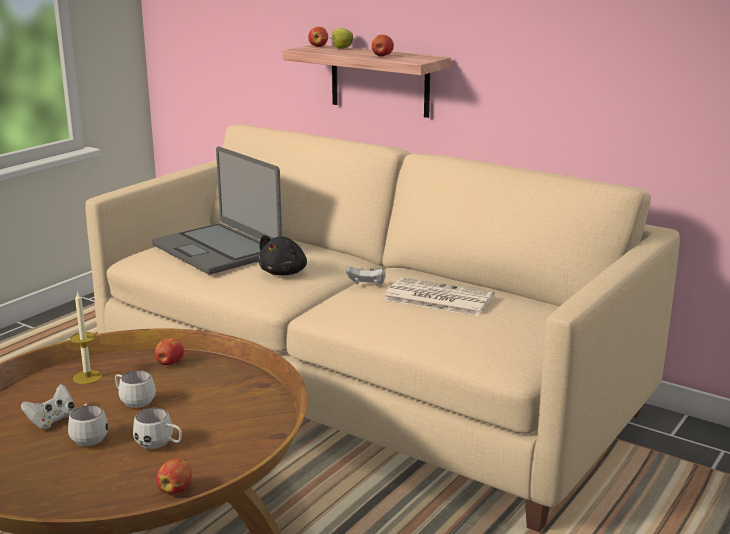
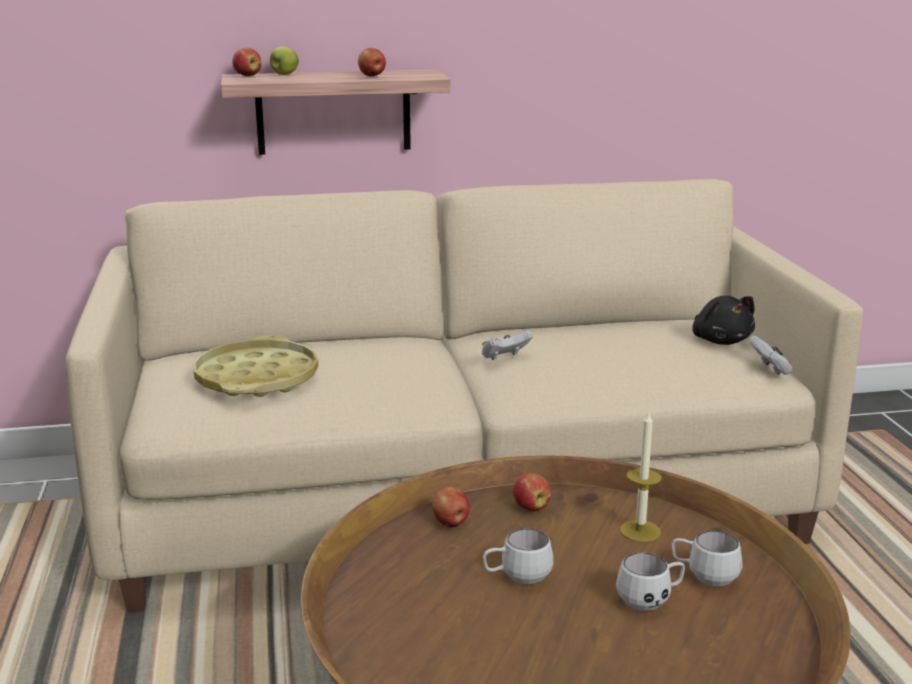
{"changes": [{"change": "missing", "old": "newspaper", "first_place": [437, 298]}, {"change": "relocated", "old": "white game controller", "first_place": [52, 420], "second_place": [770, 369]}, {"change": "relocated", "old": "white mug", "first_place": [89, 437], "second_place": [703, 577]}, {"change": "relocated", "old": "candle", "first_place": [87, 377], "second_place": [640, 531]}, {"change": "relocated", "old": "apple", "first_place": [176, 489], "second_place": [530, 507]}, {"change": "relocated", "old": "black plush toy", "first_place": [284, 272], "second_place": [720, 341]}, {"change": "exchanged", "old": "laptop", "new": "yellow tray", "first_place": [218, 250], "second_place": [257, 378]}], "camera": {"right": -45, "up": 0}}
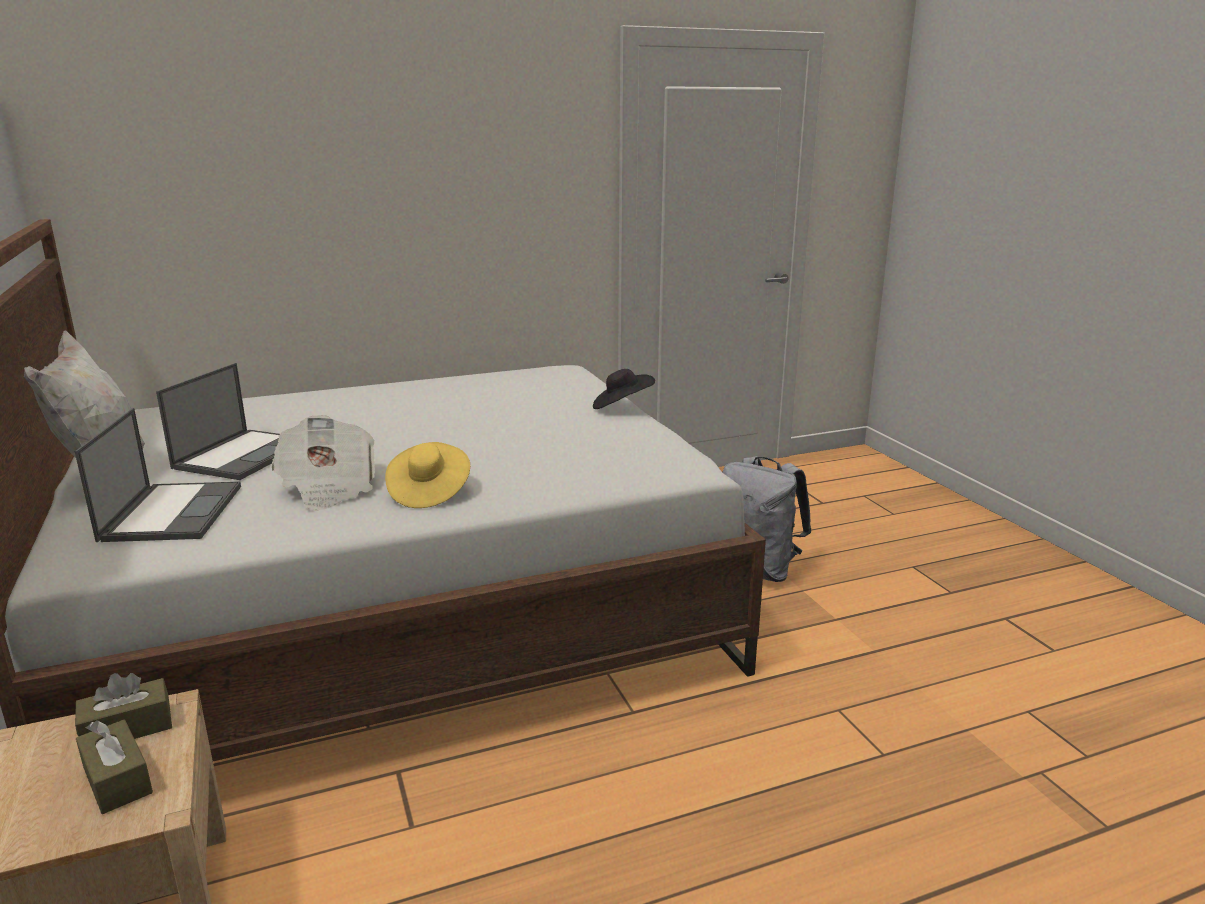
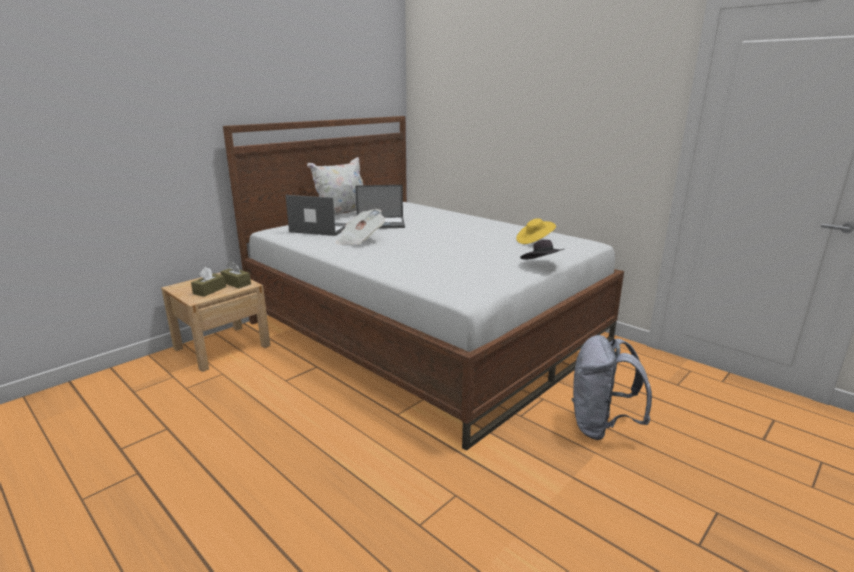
{"changes": [{"change": "relocated", "old": "yellow hat", "first_place": [428, 492], "second_place": [534, 241]}, {"change": "spun", "old": "laptop", "first_place": [172, 512], "second_place": [319, 229], "degrees": -135}], "camera": {"right": 65, "up": 0}}
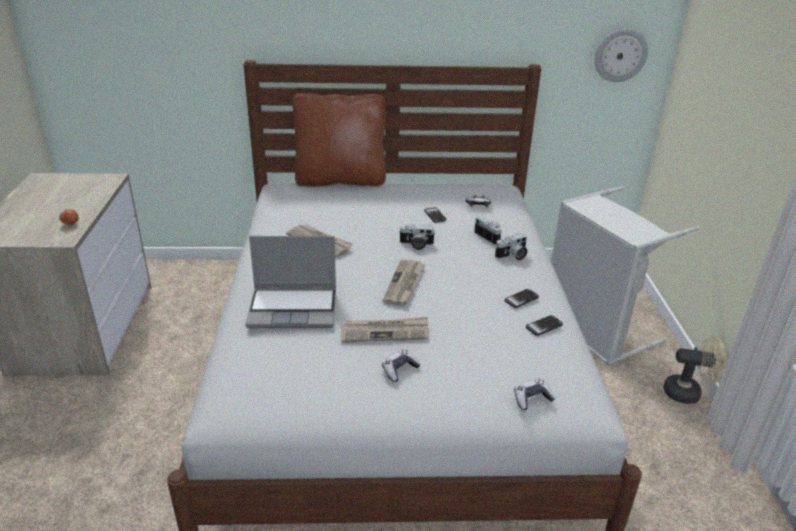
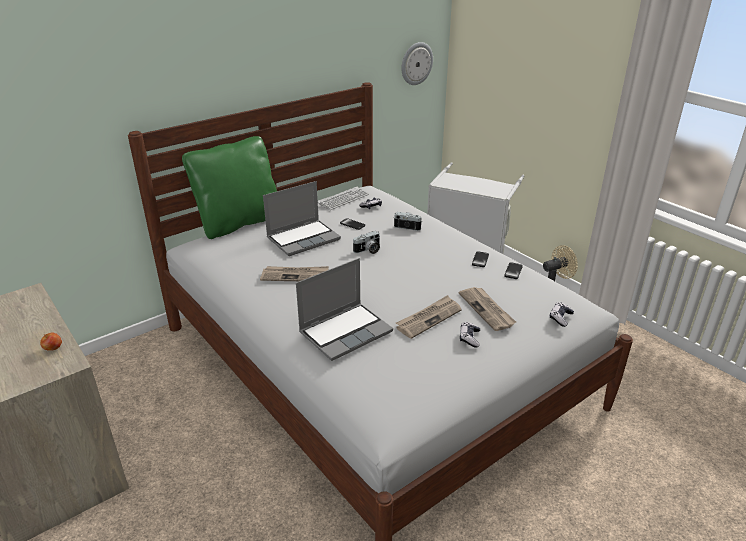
{"changes": [{"change": "missing", "old": "photo camera", "first_place": [512, 256]}, {"change": "appeared", "new": "laptop", "second_place": [303, 238]}, {"change": "appeared", "new": "keyboard", "second_place": [343, 199]}, {"change": "relocated", "old": "newspaper", "first_place": [405, 284], "second_place": [487, 310]}, {"change": "colour", "old": "brown pillow", "new": "green pillow", "first_place": [340, 180], "second_place": [239, 223]}], "camera": {"right": -35, "up": 0}}
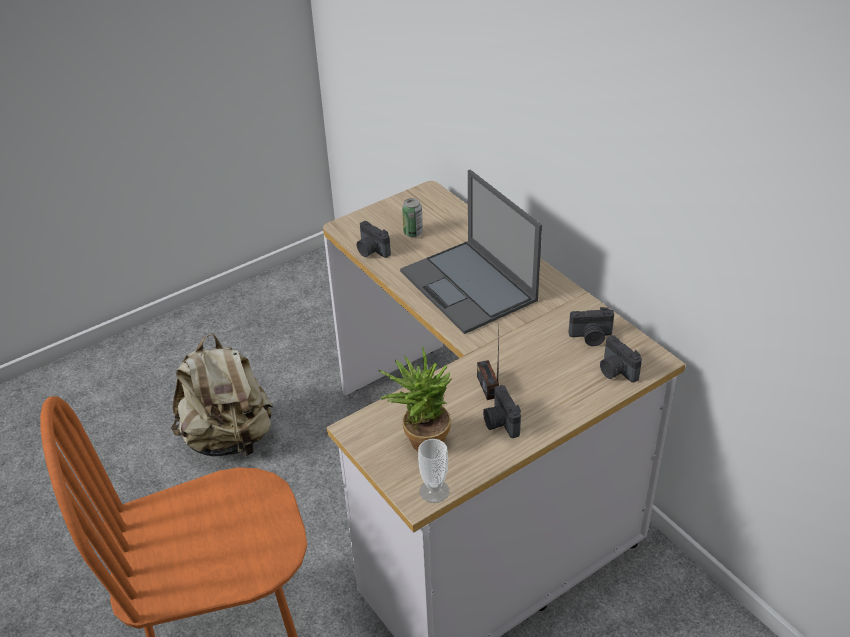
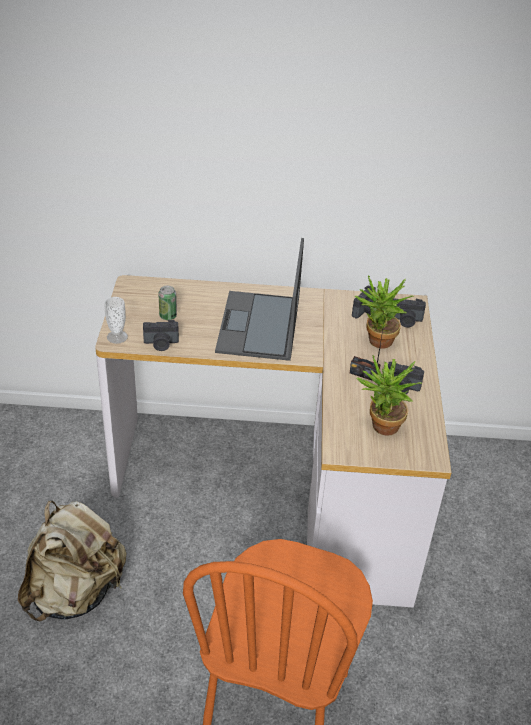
{"changes": [{"change": "appeared", "new": "potted plant", "second_place": [376, 342]}, {"change": "relocated", "old": "cup", "first_place": [434, 491], "second_place": [117, 337]}, {"change": "spun", "old": "laptop", "first_place": [469, 286], "second_place": [259, 326], "degrees": 90}], "camera": {"right": -55, "up": 0}}
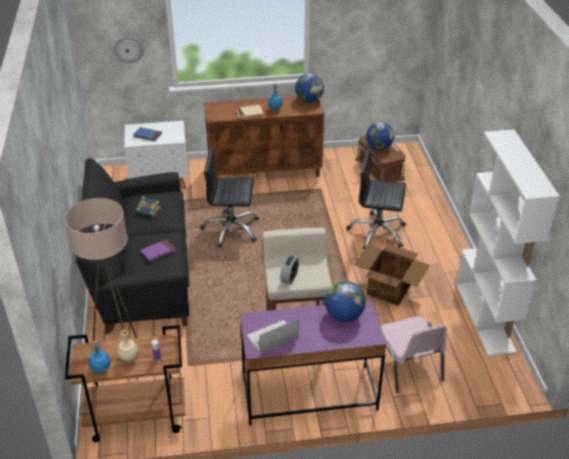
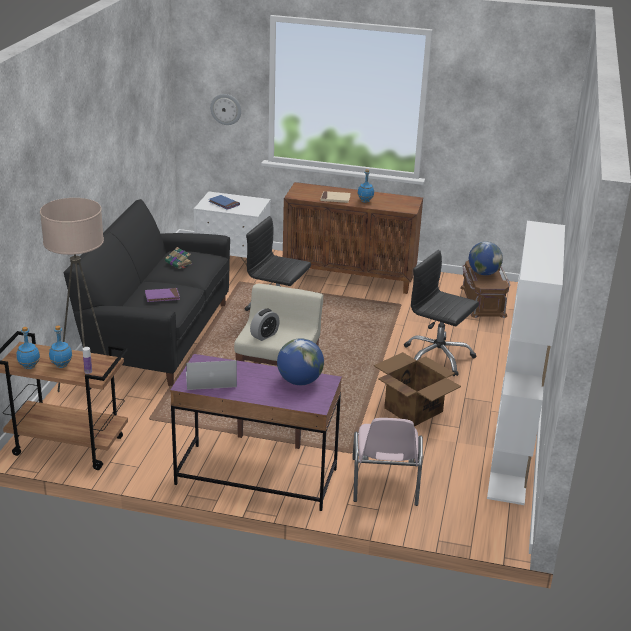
{"changes": [{"change": "missing", "old": "globe", "first_place": [309, 100]}, {"change": "colour", "old": "beige bottle", "new": "blue bottle", "first_place": [129, 359], "second_place": [62, 365]}], "camera": {"right": 20, "up": -10}}
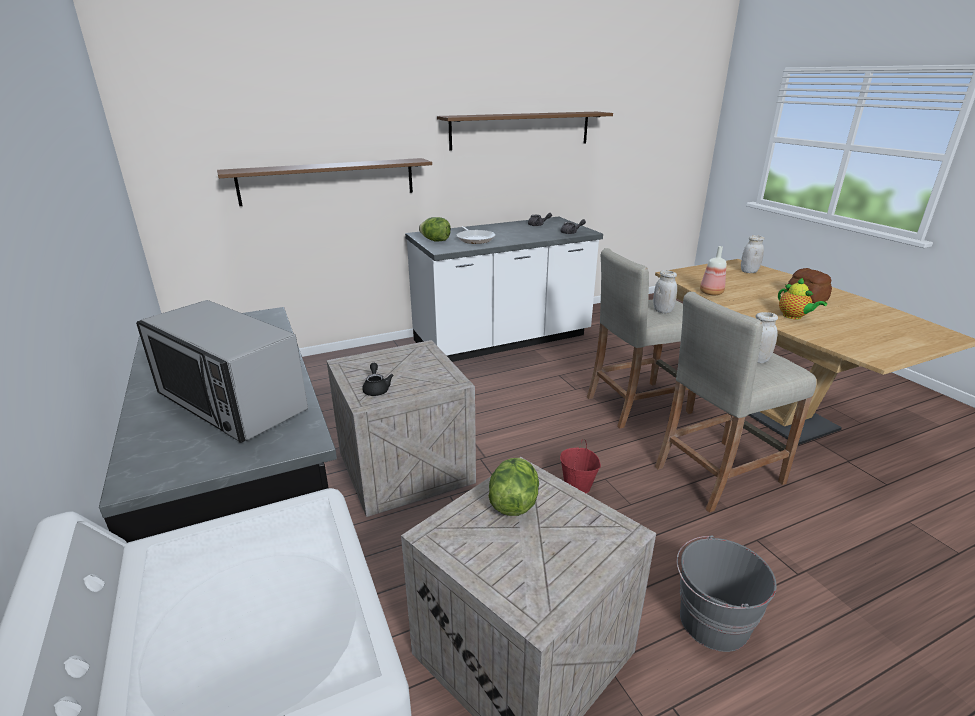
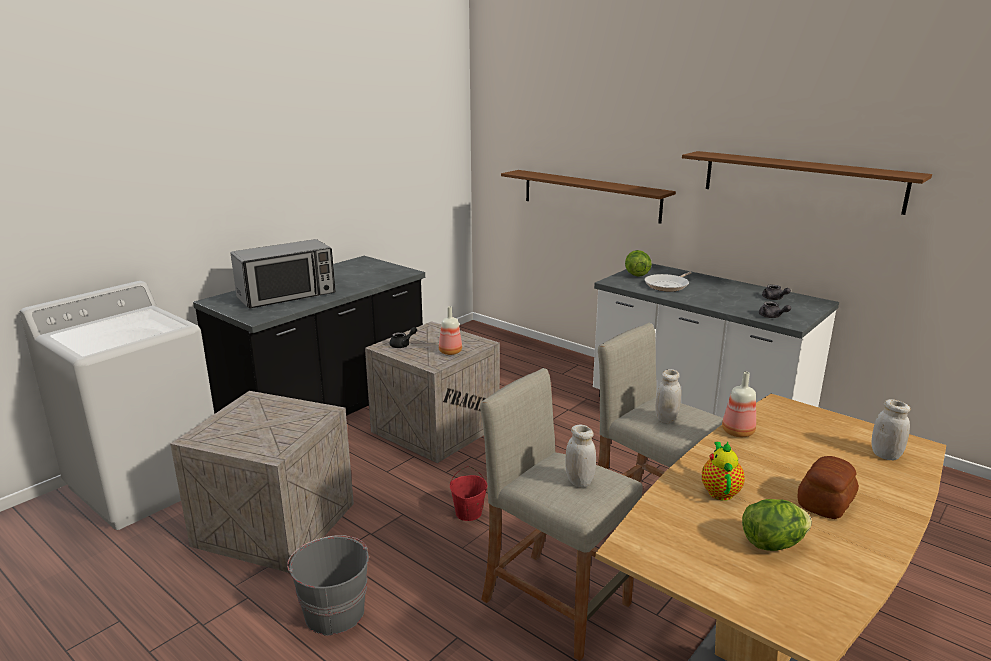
{"changes": [{"change": "appeared", "new": "bottle", "second_place": [449, 352]}, {"change": "relocated", "old": "lettuce", "first_place": [513, 503], "second_place": [772, 544]}, {"change": "spun", "old": "microwave", "first_place": [231, 403], "second_place": [287, 295], "degrees": -135}, {"change": "spun", "old": "teapot", "first_place": [794, 317], "second_place": [720, 491], "degrees": 150}], "camera": {"right": 65, "up": -5}}
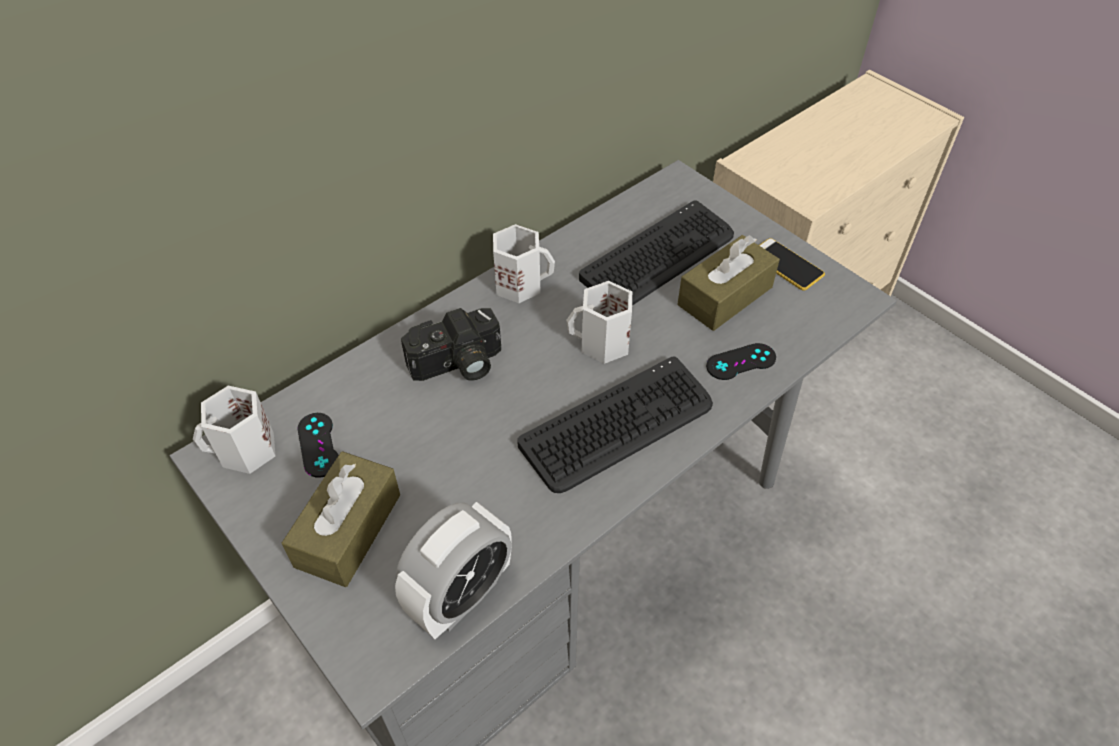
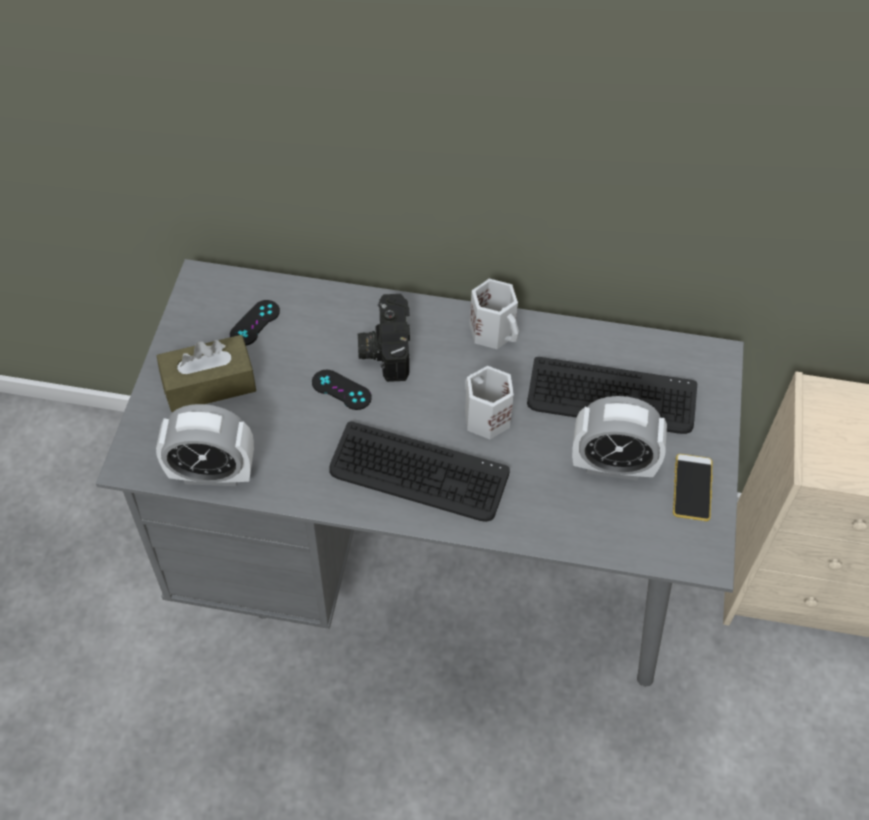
{"changes": [{"change": "missing", "old": "white mug", "first_place": [246, 452]}, {"change": "relocated", "old": "black game controller", "first_place": [741, 362], "second_place": [341, 390]}, {"change": "exchanged", "old": "brown tissue box", "new": "alarm clock", "first_place": [725, 296], "second_place": [612, 465]}, {"change": "spun", "old": "photo camera", "first_place": [457, 365], "second_place": [384, 348], "degrees": 60}], "camera": {"right": 50, "up": 5}}
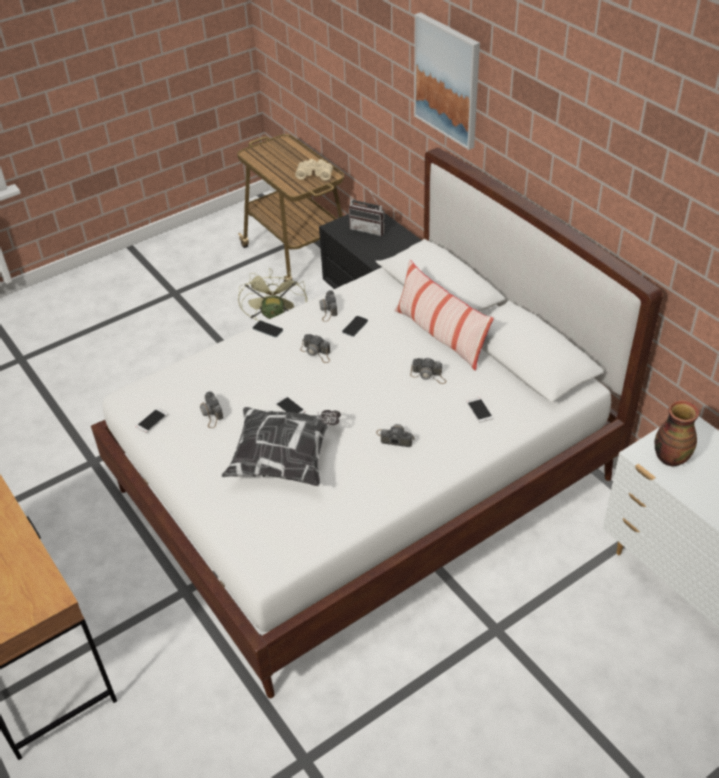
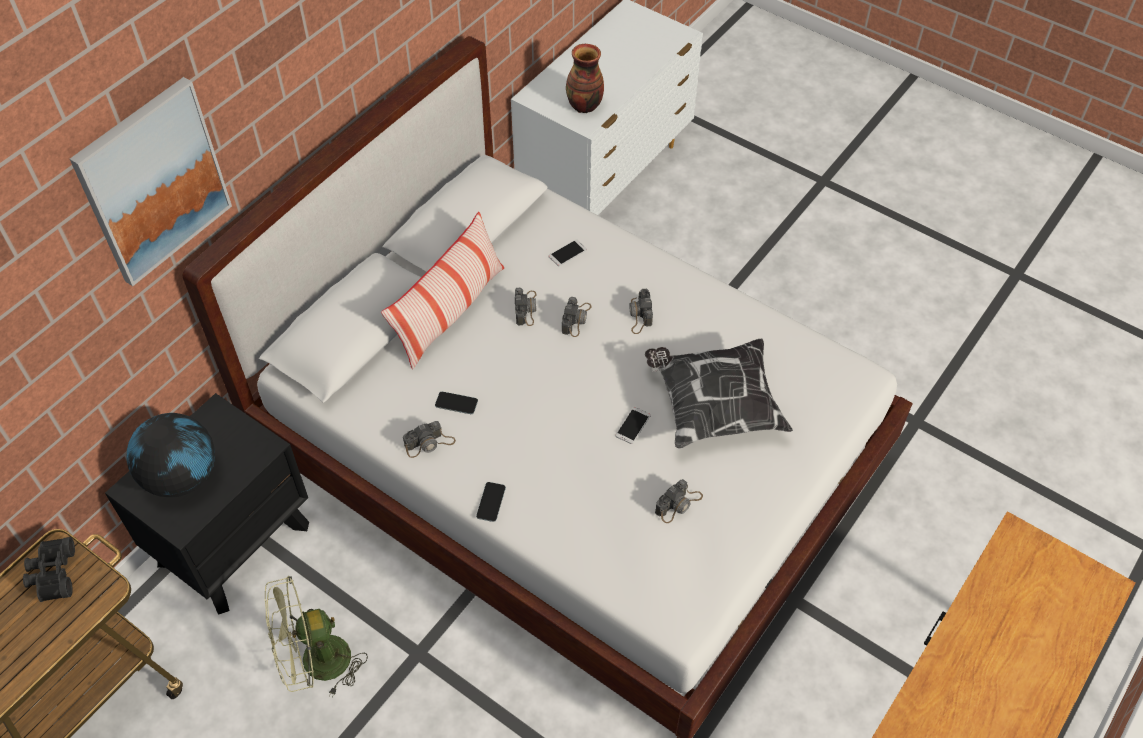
{"changes": [{"change": "missing", "old": "phone", "first_place": [152, 420]}, {"change": "relocated", "old": "photo camera", "first_place": [316, 353], "second_place": [576, 319]}, {"change": "exchanged", "old": "radio", "new": "globe", "first_place": [369, 229], "second_place": [182, 476]}, {"change": "colour", "old": "beige binoculars", "new": "black binoculars", "first_place": [315, 174], "second_place": [52, 574]}], "camera": {"right": -110, "up": 10}}
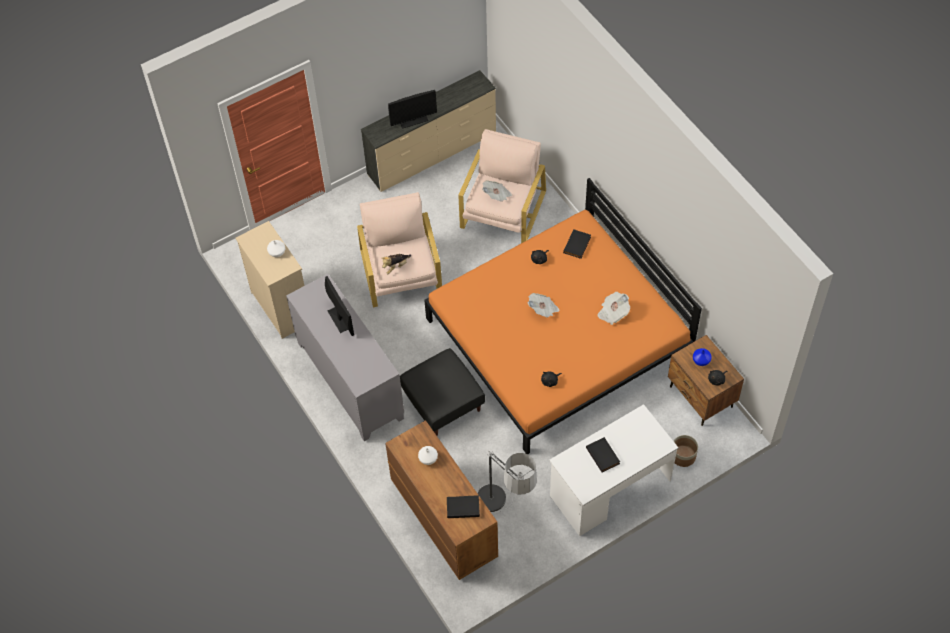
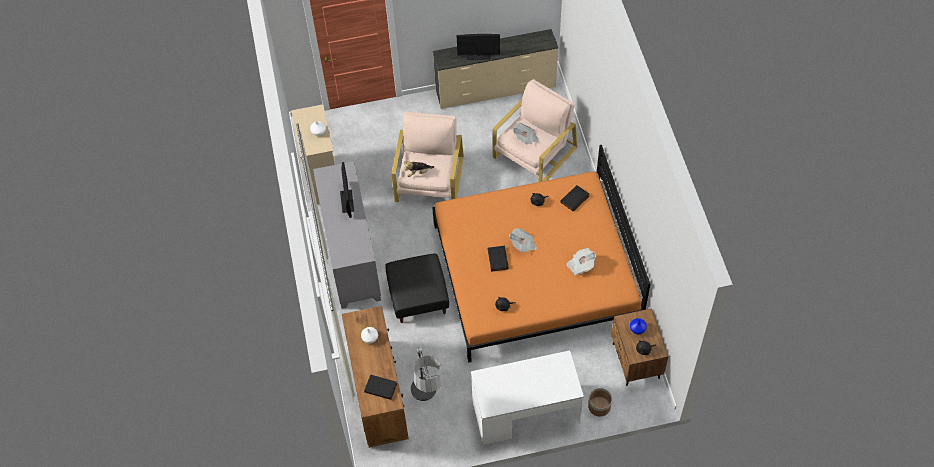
{"changes": [{"change": "relocated", "old": "black book", "first_place": [603, 455], "second_place": [498, 259]}], "camera": {"right": 20, "up": 0}}
